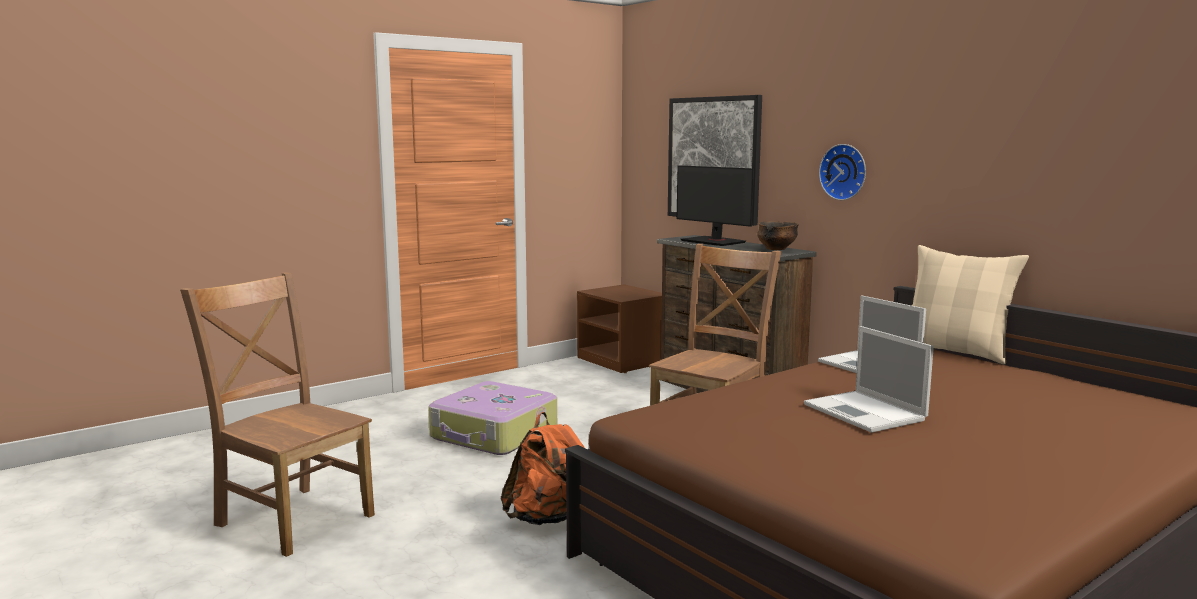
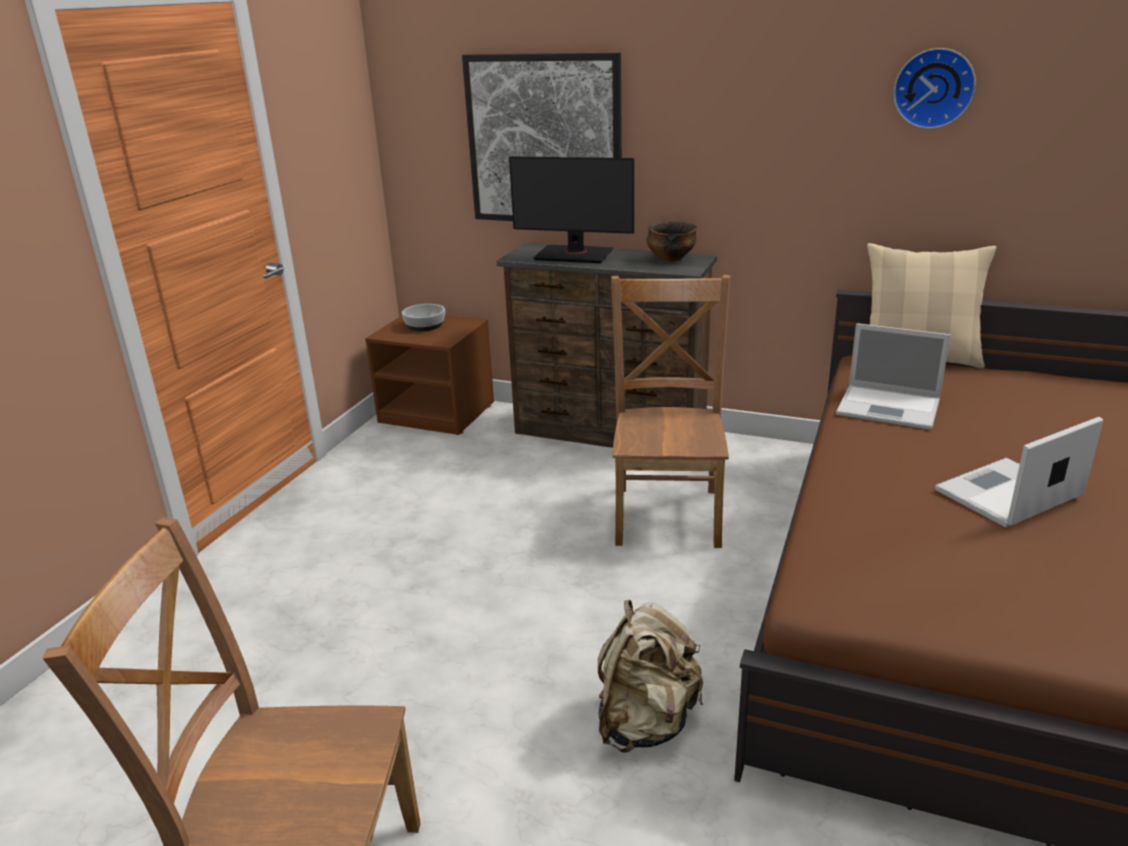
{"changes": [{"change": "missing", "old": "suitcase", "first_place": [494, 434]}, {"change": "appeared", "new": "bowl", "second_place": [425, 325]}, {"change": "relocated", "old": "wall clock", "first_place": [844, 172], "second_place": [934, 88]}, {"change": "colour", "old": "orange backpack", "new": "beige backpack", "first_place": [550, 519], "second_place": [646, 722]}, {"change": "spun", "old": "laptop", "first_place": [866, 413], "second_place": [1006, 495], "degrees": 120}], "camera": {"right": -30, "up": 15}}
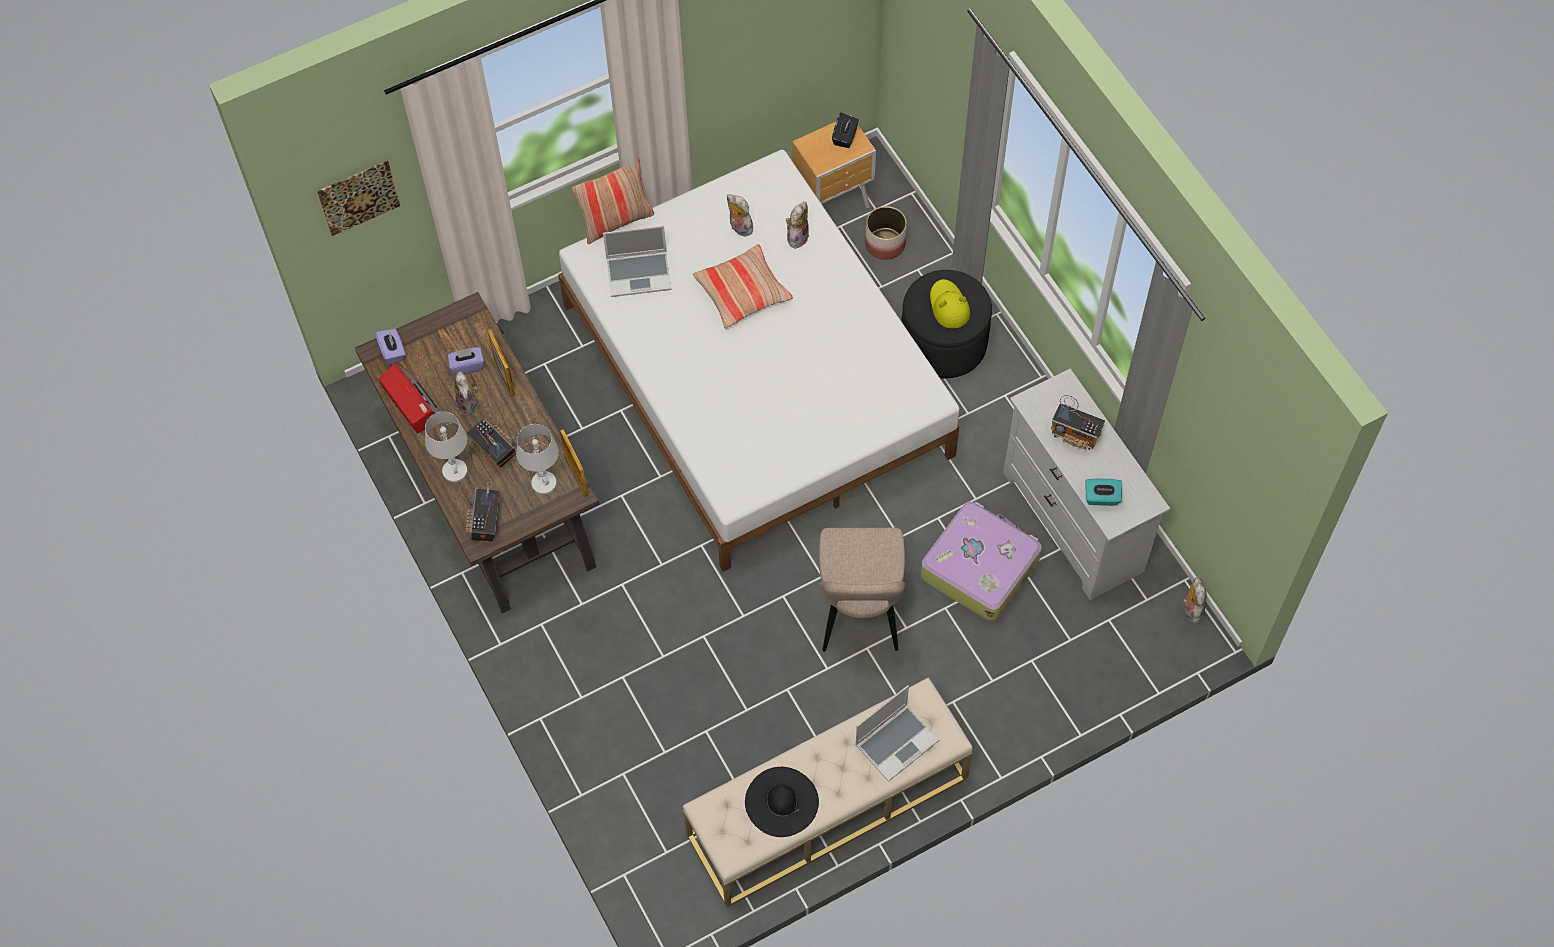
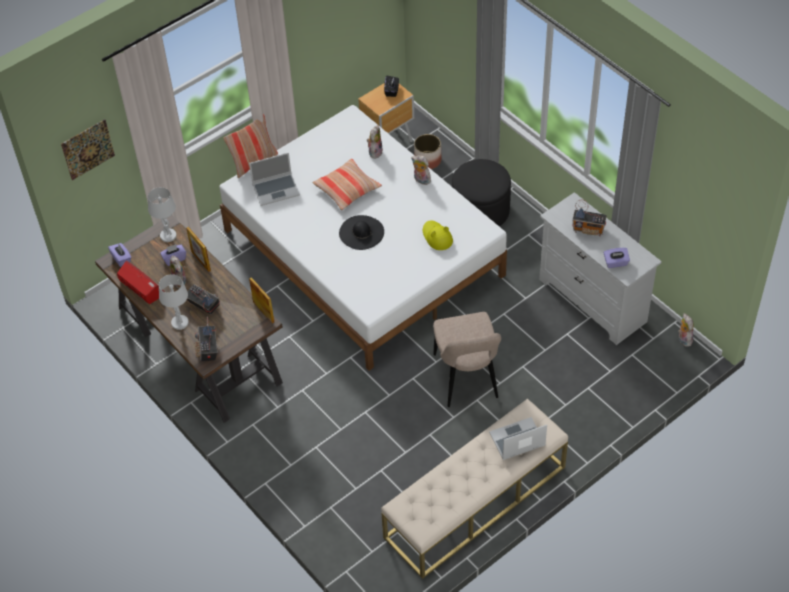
{"changes": [{"change": "missing", "old": "suitcase", "first_place": [979, 567]}, {"change": "relocated", "old": "white table lamp", "first_place": [543, 483], "second_place": [168, 236]}, {"change": "relocated", "old": "plush toy", "first_place": [739, 228], "second_place": [421, 180]}, {"change": "relocated", "old": "black hat", "first_place": [781, 802], "second_place": [361, 232]}, {"change": "relocated", "old": "yellow hat", "first_place": [949, 306], "second_place": [437, 237]}, {"change": "colour", "old": "turquoise tissue box", "new": "purple tissue box", "first_place": [1101, 498], "second_place": [616, 263]}, {"change": "spun", "old": "laptop", "first_place": [896, 741], "second_place": [517, 440], "degrees": -150}], "camera": {"right": -10, "up": -10}}
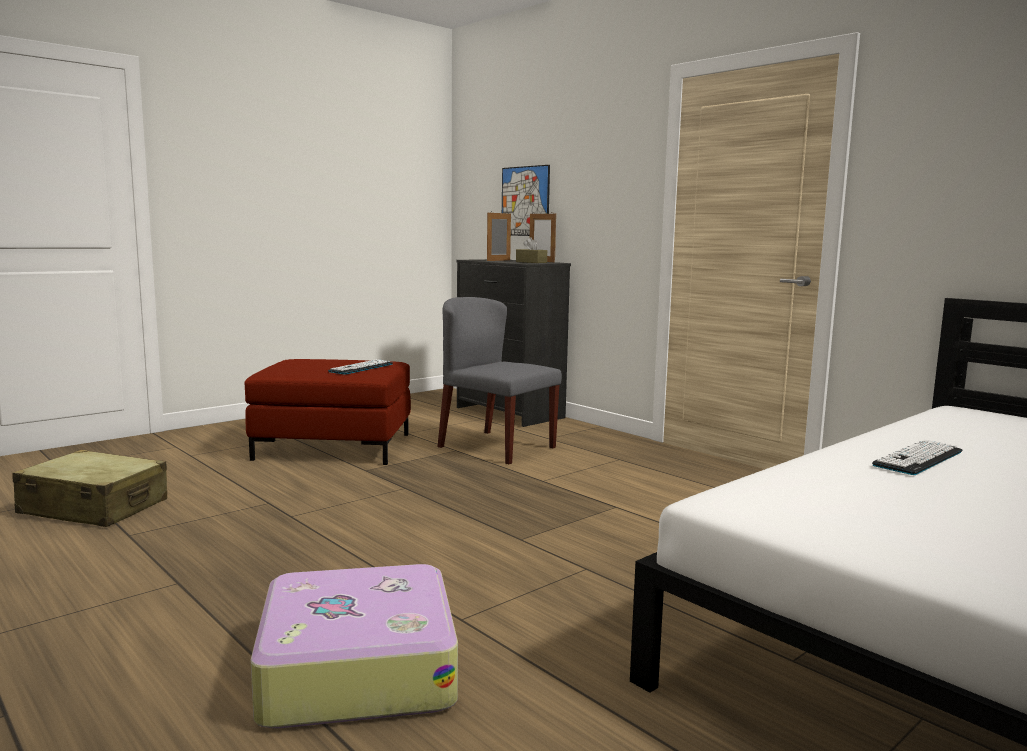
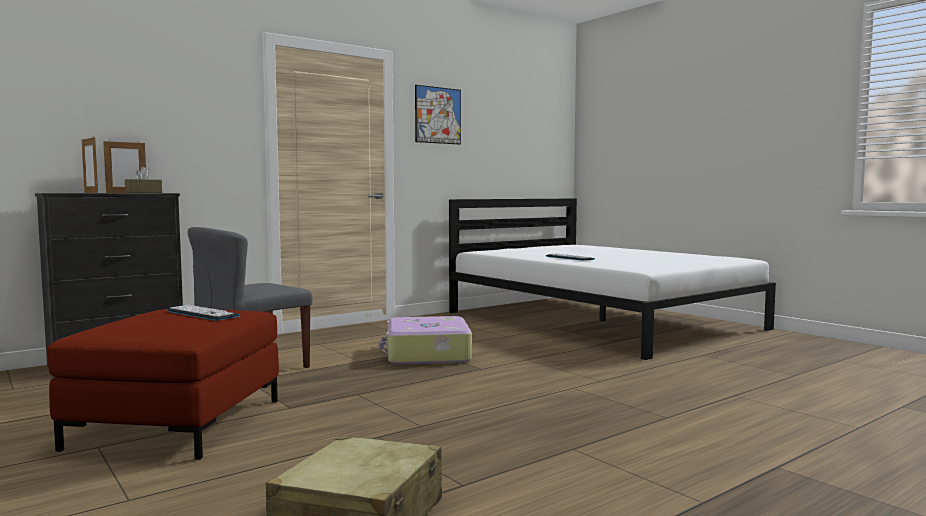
{"changes": [{"change": "relocated", "old": "suitcase", "first_place": [356, 668], "second_place": [427, 354]}, {"change": "relocated", "old": "picture", "first_place": [525, 201], "second_place": [438, 115]}], "camera": {"right": -85, "up": -5}}
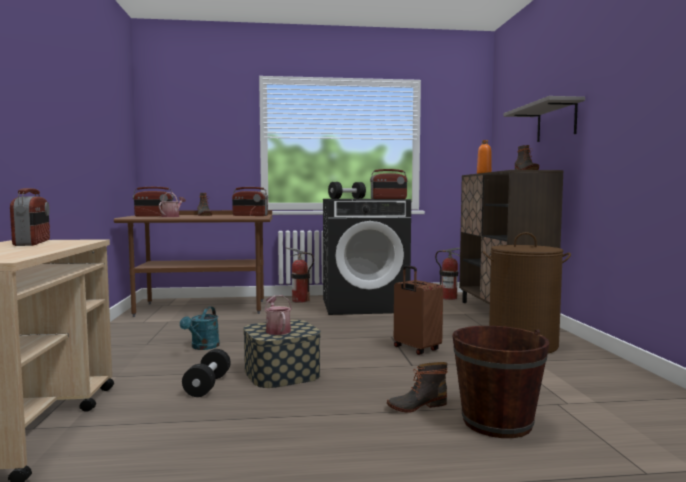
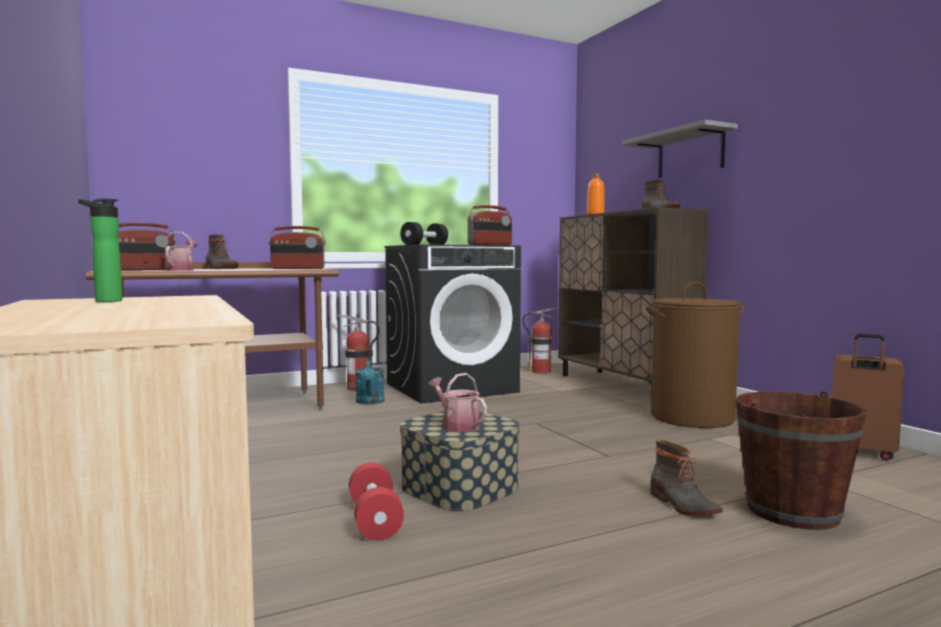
{"changes": [{"change": "relocated", "old": "turquoise watering can", "first_place": [203, 347], "second_place": [370, 402]}, {"change": "relocated", "old": "brown suitcase", "first_place": [415, 349], "second_place": [861, 452]}, {"change": "exchanged", "old": "radio", "new": "bottle", "first_place": [33, 243], "second_place": [104, 301]}, {"change": "colour", "old": "black dumbbell", "new": "red dumbbell", "first_place": [207, 385], "second_place": [374, 520]}, {"change": "spun", "old": "boot", "first_place": [416, 405], "second_place": [682, 505], "degrees": -75}], "camera": {"right": -20, "up": 0}}
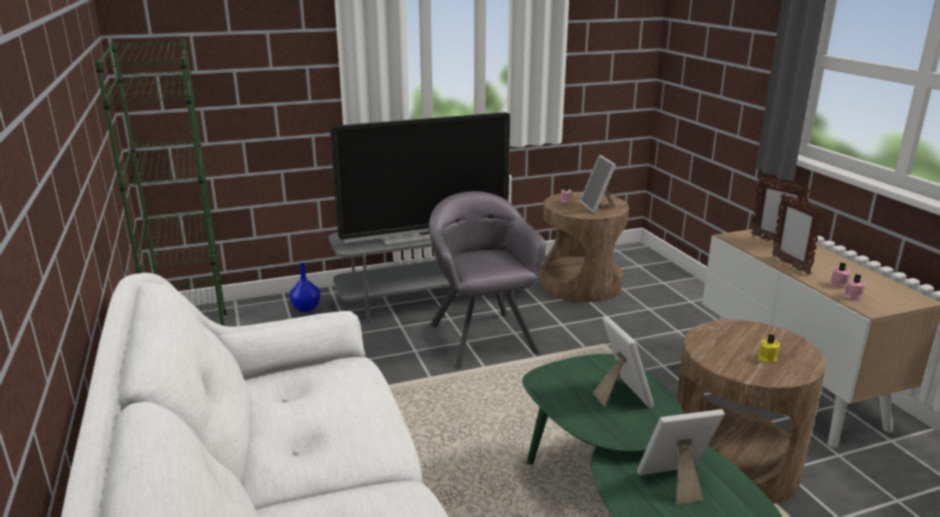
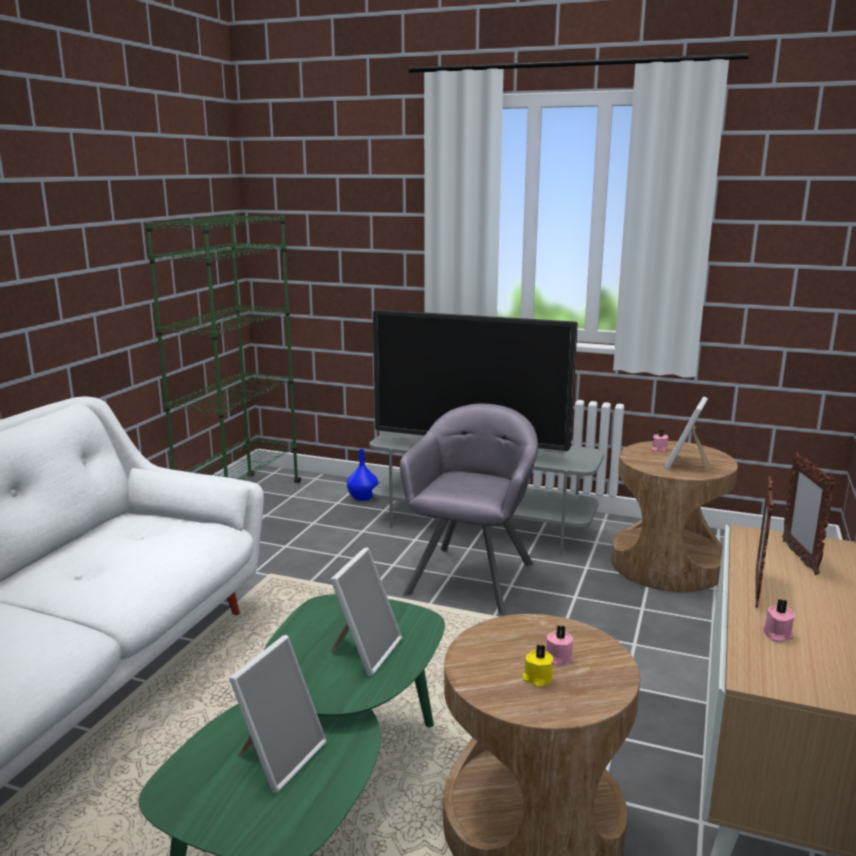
{"changes": [{"change": "relocated", "old": "pink candle", "first_place": [852, 296], "second_place": [557, 658]}, {"change": "spun", "old": "picture frame", "first_place": [675, 483], "second_place": [279, 757], "degrees": 90}], "camera": {"right": 40, "up": -5}}
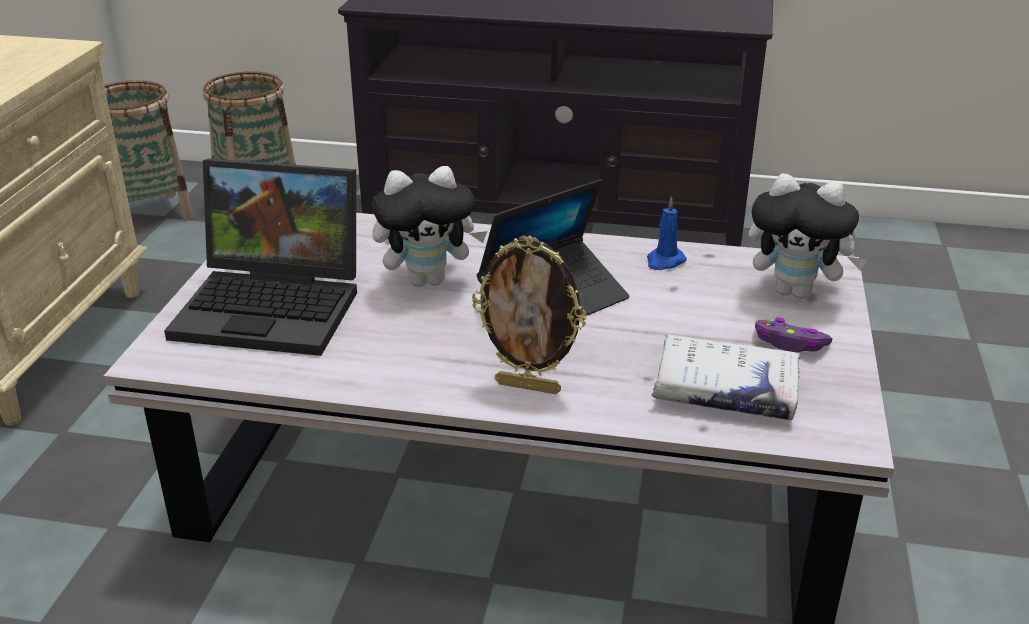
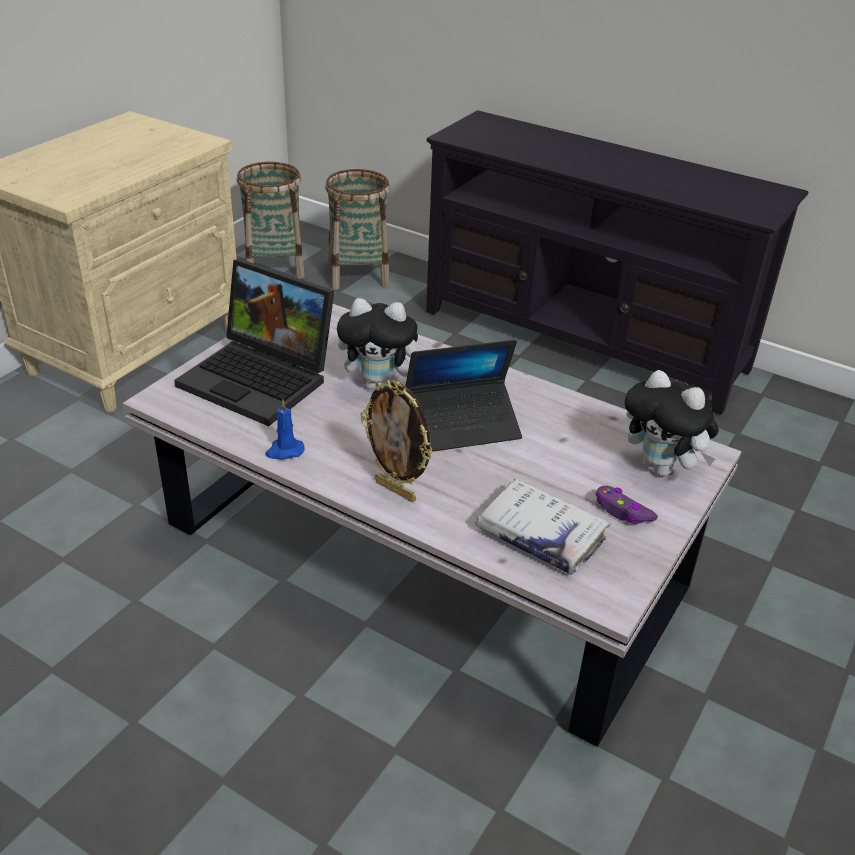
{"changes": [{"change": "relocated", "old": "blue candle", "first_place": [664, 261], "second_place": [284, 451]}], "camera": {"right": 20, "up": 5}}
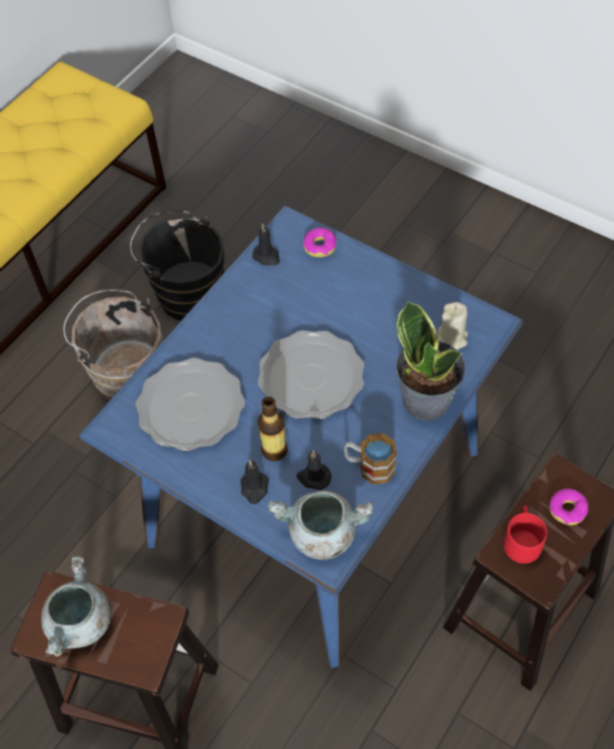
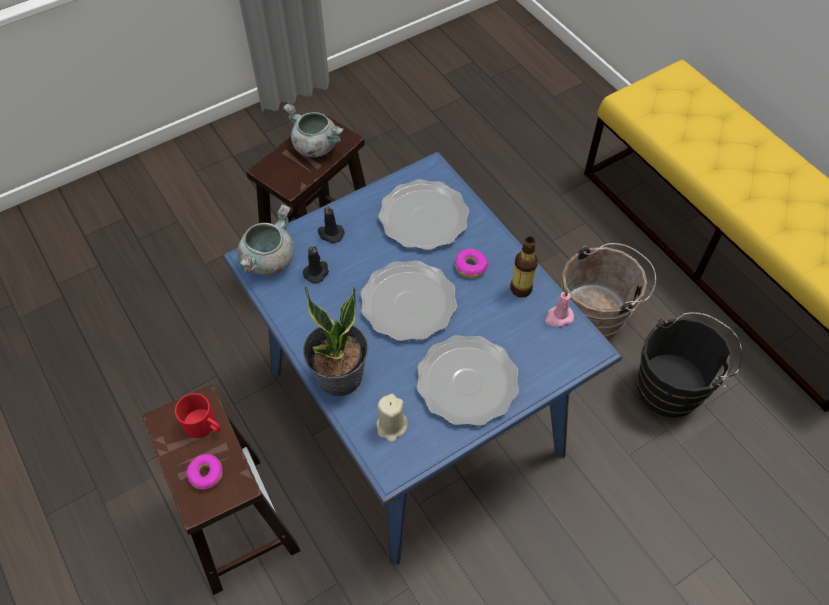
{"changes": [{"change": "missing", "old": "mug", "first_place": [369, 466]}, {"change": "appeared", "new": "plate", "second_place": [467, 382]}, {"change": "relocated", "old": "bottle", "first_place": [274, 451], "second_place": [521, 289]}, {"change": "relocated", "old": "donut", "first_place": [320, 246], "second_place": [471, 267]}, {"change": "colour", "old": "black candle", "new": "pink candle", "first_place": [267, 256], "second_place": [558, 317]}], "camera": {"right": 110, "up": 0}}
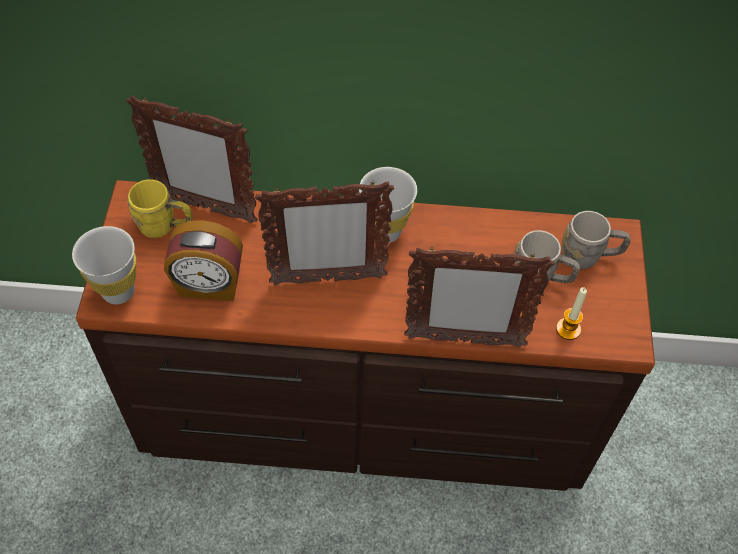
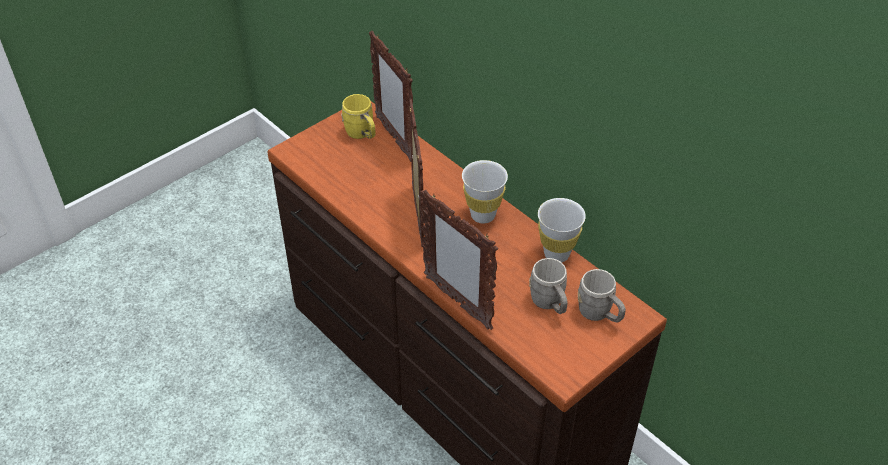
{"changes": [{"change": "missing", "old": "alarm clock", "first_place": [209, 285]}, {"change": "missing", "old": "candle", "first_place": [568, 329]}, {"change": "relocated", "old": "white cup", "first_place": [118, 291], "second_place": [556, 254]}, {"change": "spun", "old": "picture frame", "first_place": [327, 280], "second_place": [417, 217], "degrees": -135}], "camera": {"right": 45, "up": -10}}
